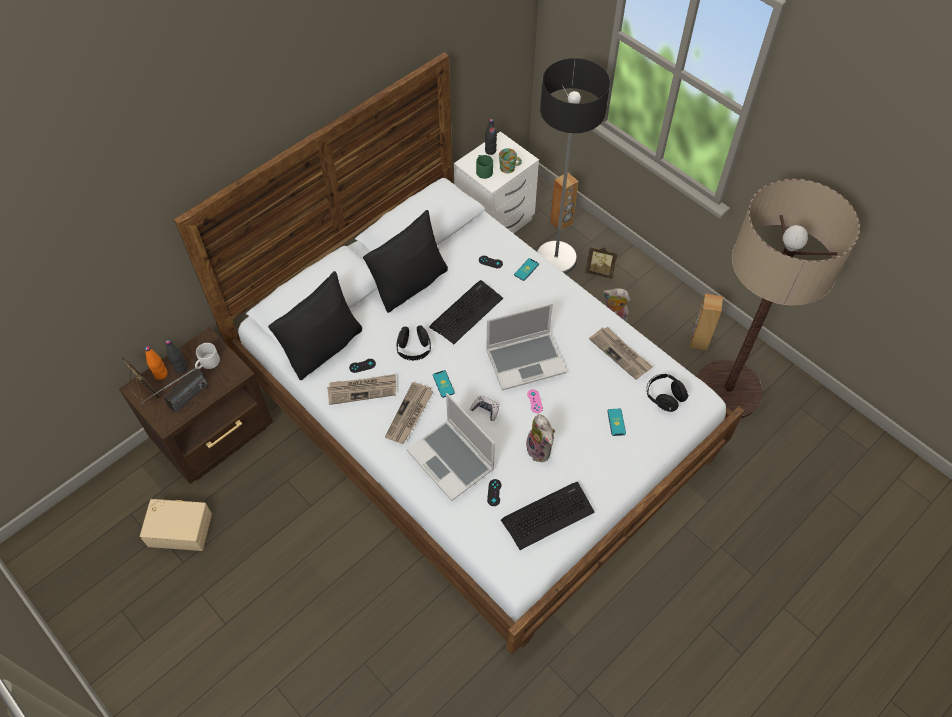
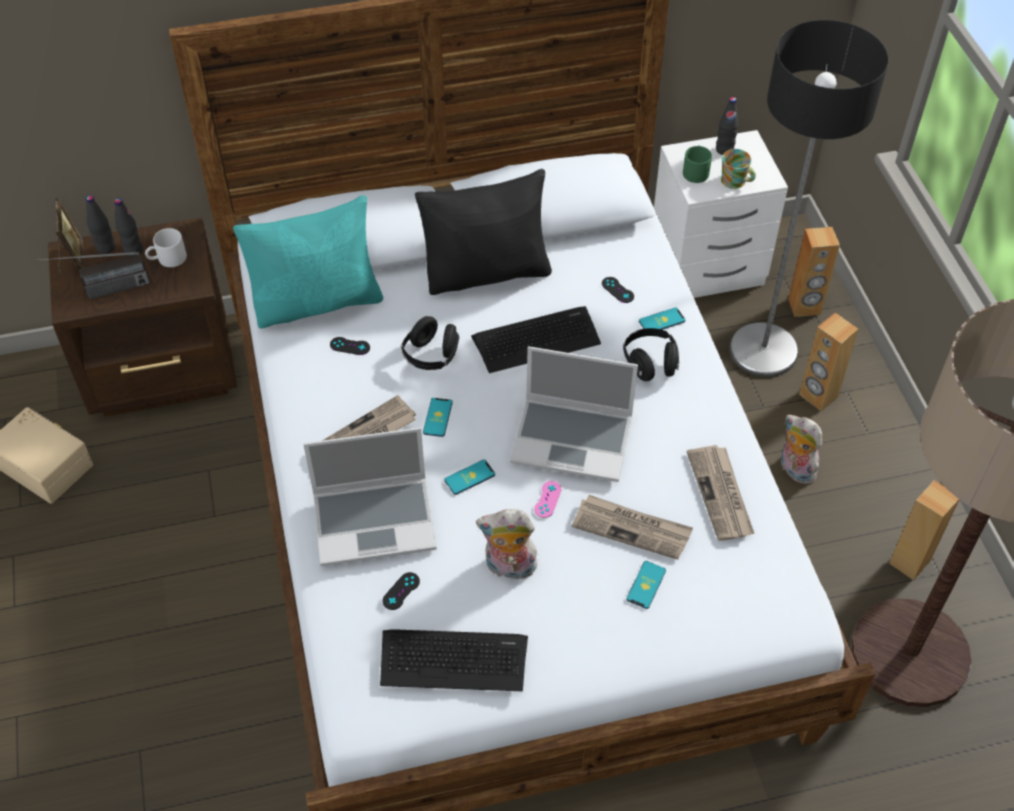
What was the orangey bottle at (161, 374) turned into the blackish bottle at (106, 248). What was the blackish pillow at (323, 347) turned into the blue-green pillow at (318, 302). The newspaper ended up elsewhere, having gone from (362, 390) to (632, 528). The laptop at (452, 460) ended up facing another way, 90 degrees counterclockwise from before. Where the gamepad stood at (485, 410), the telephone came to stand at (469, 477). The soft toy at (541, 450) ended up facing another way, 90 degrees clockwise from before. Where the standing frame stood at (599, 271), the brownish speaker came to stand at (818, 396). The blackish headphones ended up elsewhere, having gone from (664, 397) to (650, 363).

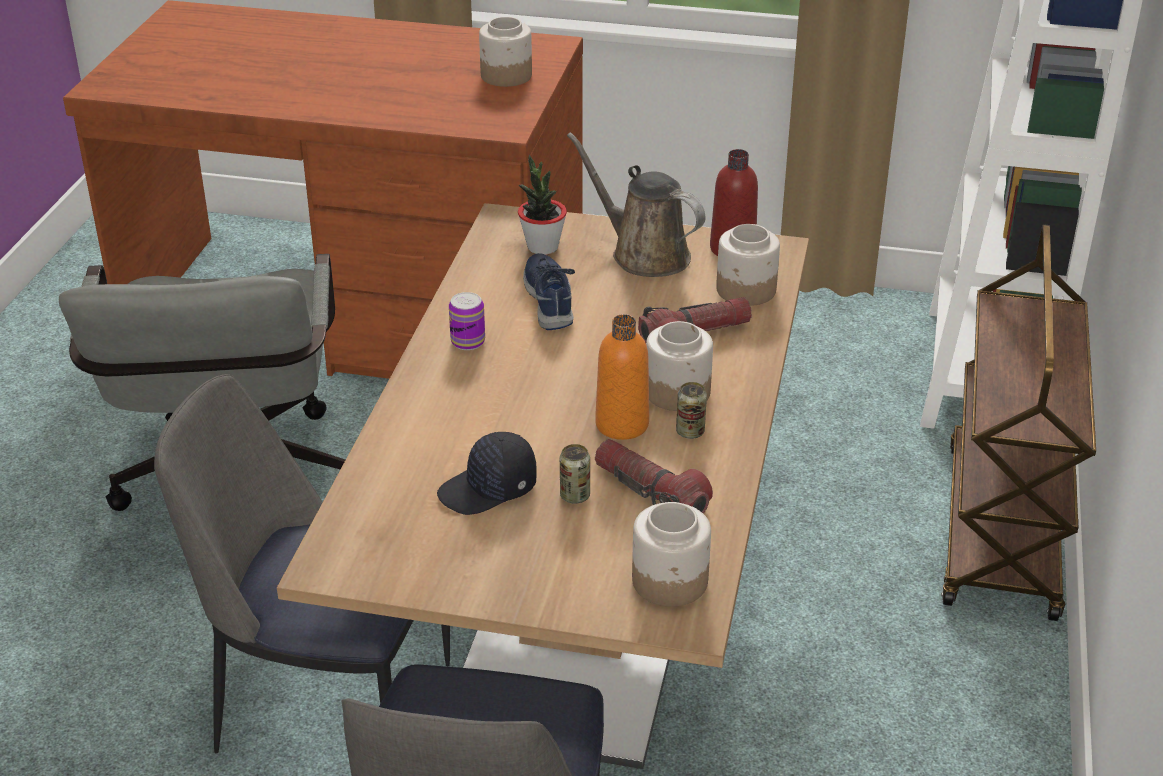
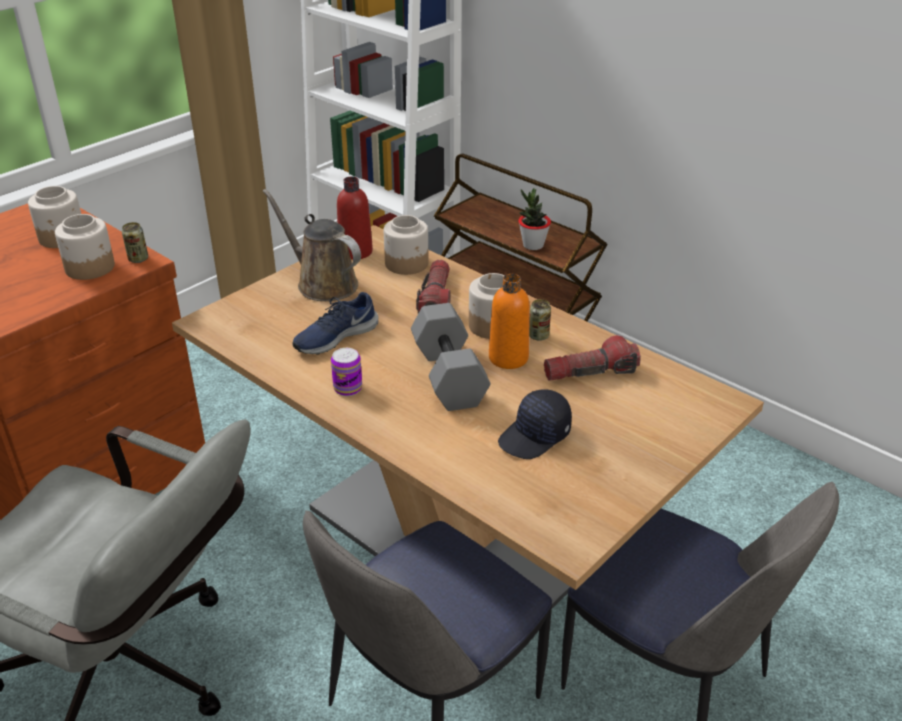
The blackish cap at (489, 489) ended up facing another way, 45 degrees clockwise from before. The houseplant ended up elsewhere, having gone from (542, 247) to (533, 245). The blue-coloured item of footwear at (550, 300) ended up facing another way, 60 degrees counterclockwise from before. The sealed can ended up elsewhere, having gone from (575, 496) to (138, 259). The brownish watering pot at (644, 254) ended up facing another way, 60 degrees clockwise from before. The preserve jar ended up elsewhere, having gone from (670, 581) to (90, 267). The second view gained the greyish dumbbell at (447, 375).

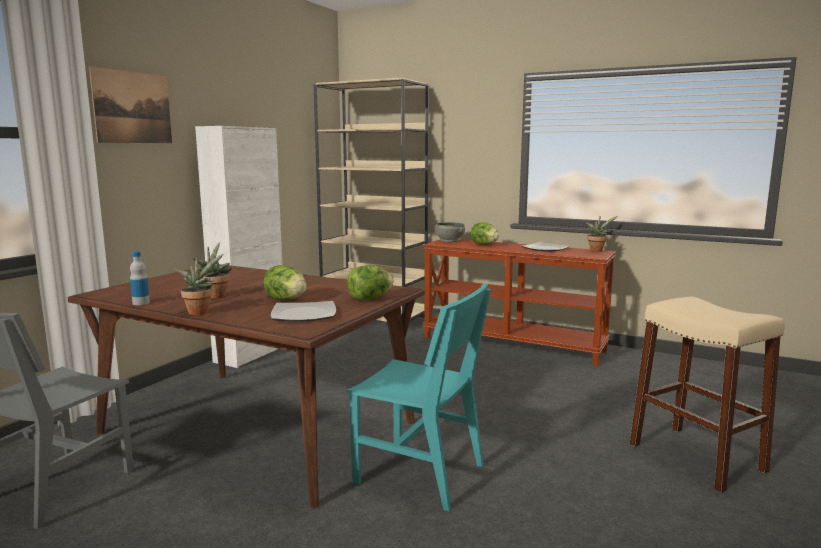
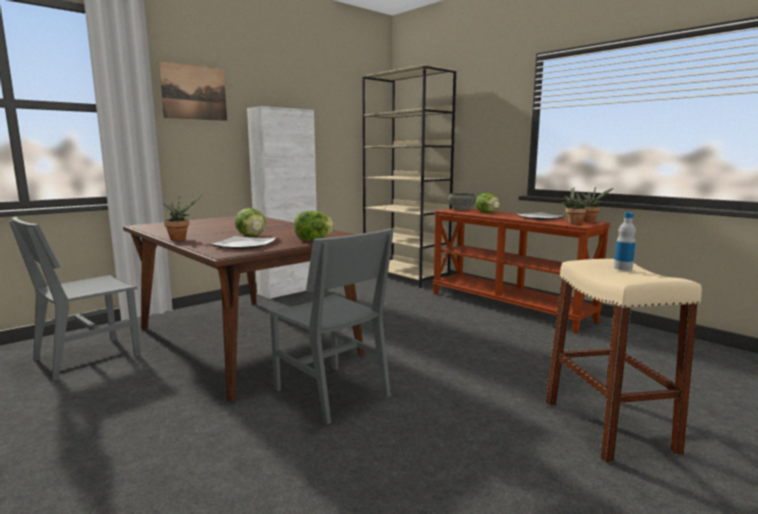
The bottle ended up elsewhere, having gone from (141, 303) to (623, 268). The houseplant ended up elsewhere, having gone from (216, 295) to (573, 223). What was the blue-green plain chair at (419, 473) turned into the greyish plain chair at (331, 392).

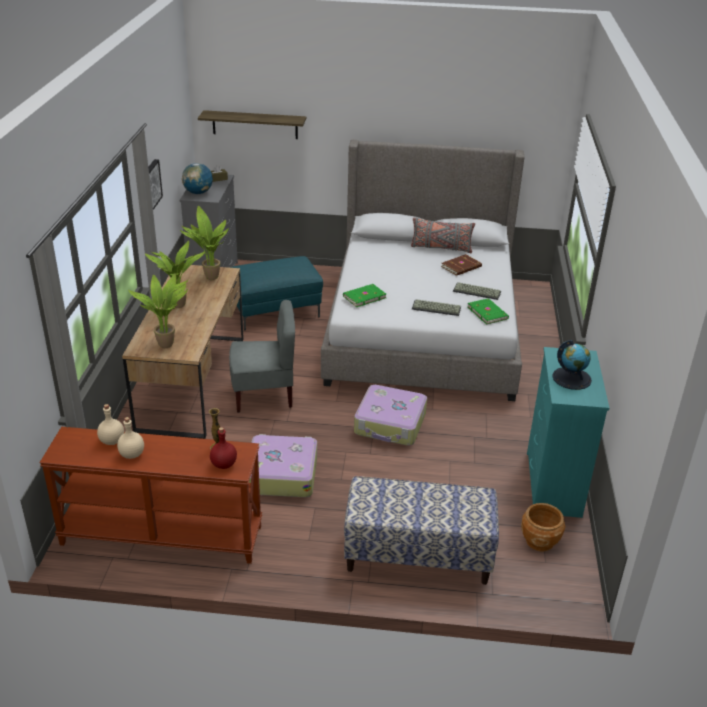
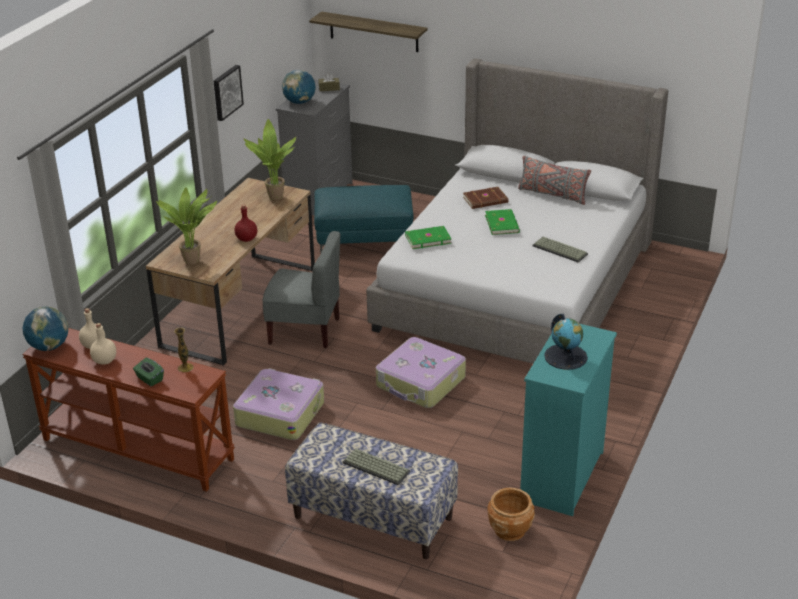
The second view lost the houseplant at (179, 306). The red-coloured bottle ended up elsewhere, having gone from (223, 465) to (246, 239). The PC keyboard ended up elsewhere, having gone from (435, 309) to (374, 467). The brownish book ended up elsewhere, having gone from (462, 267) to (486, 200). The greenish book ended up elsewhere, having gone from (488, 313) to (502, 224). The second view gained the desk globe at (49, 346). The second view gained the greenish tissue holder at (149, 379).

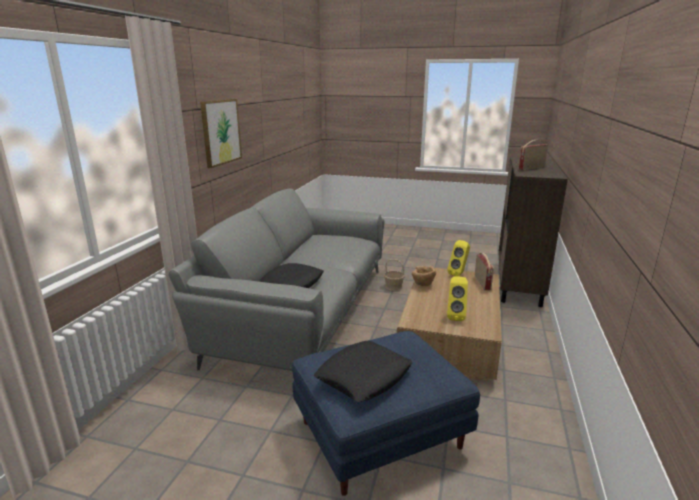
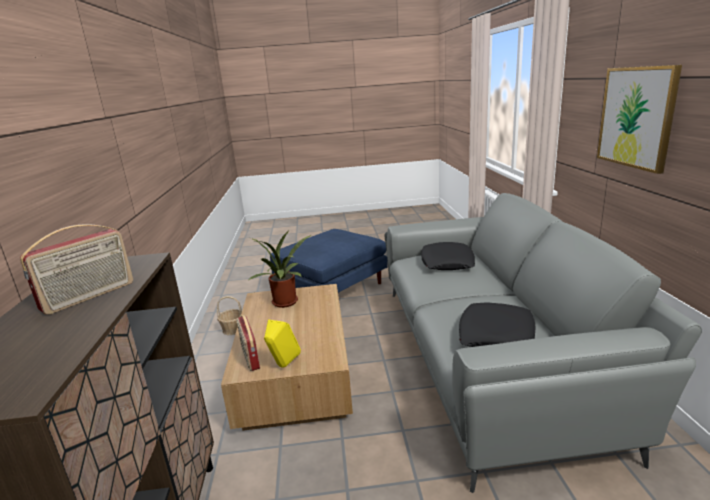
The blackish pillow ended up elsewhere, having gone from (364, 376) to (496, 334). The storage basket ended up elsewhere, having gone from (393, 287) to (232, 329). The second view lost the brownish serving bowl at (423, 285). Where the yellowish speaker stood at (455, 316), the houseplant came to stand at (286, 303).

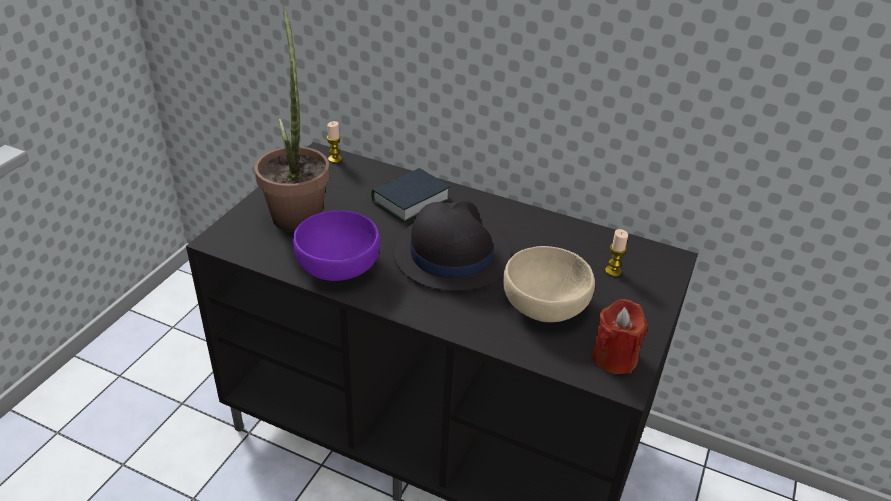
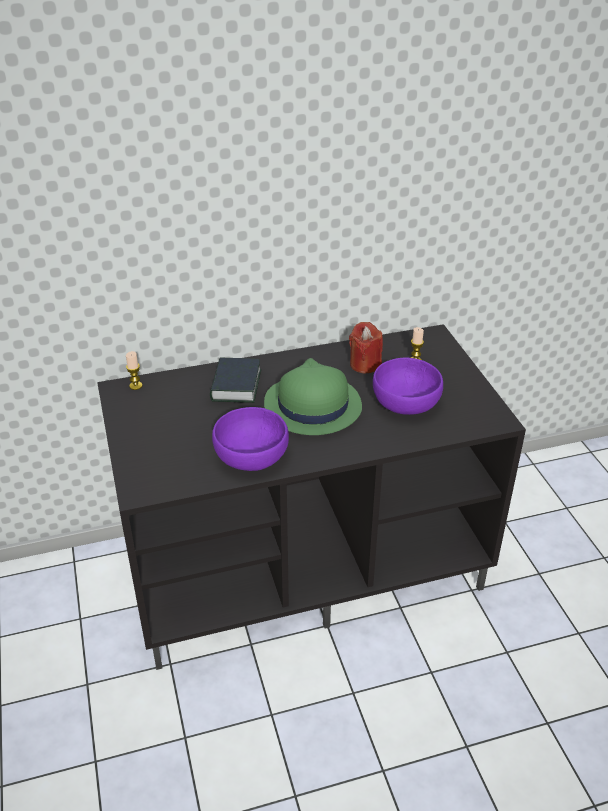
The second view lost the houseplant at (297, 210). What was the blackish hat at (450, 254) turned into the greenish hat at (312, 406). What was the beige-coloured serving bowl at (543, 304) turned into the purple serving bowl at (405, 403). The red-coloured wax candle ended up elsewhere, having gone from (614, 358) to (365, 364).

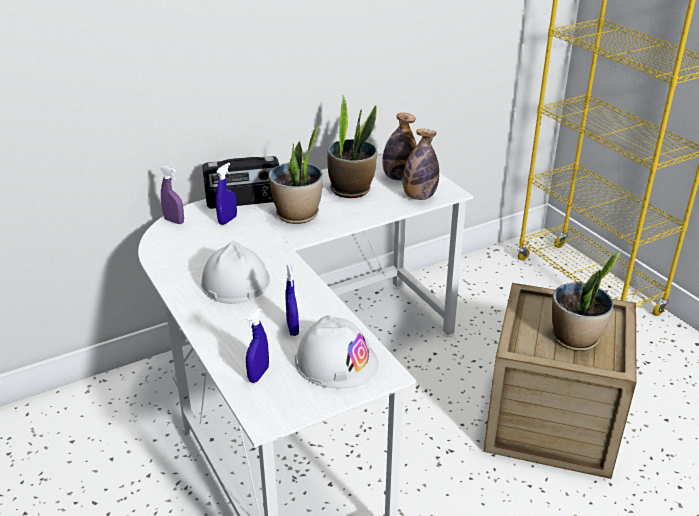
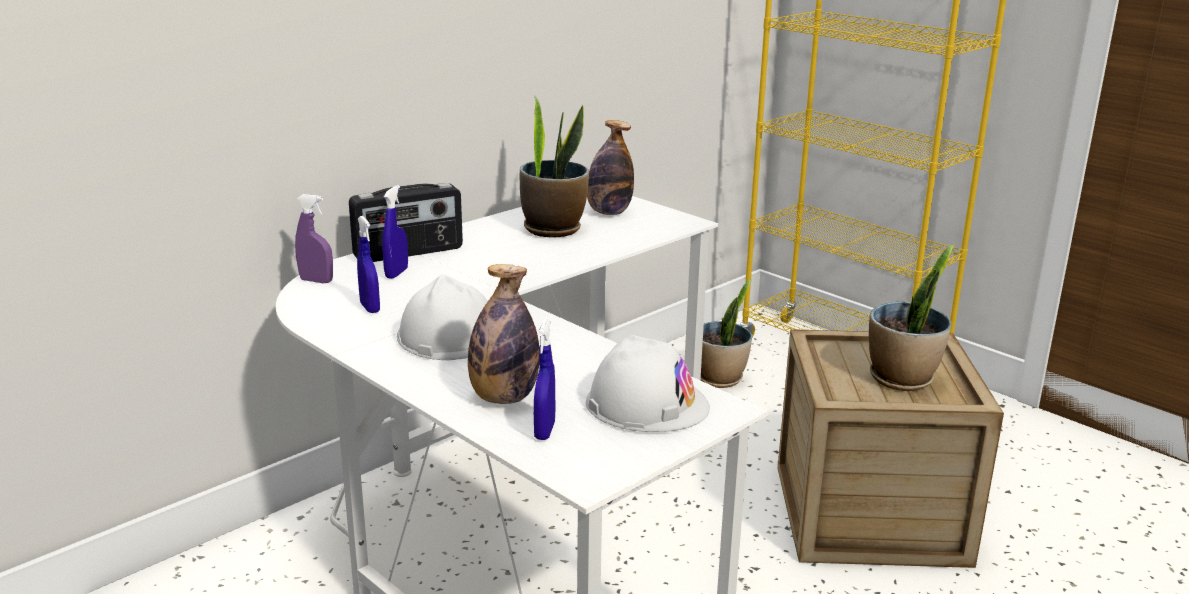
The houseplant ended up elsewhere, having gone from (297, 215) to (720, 379). The blue-coloured sprayer ended up elsewhere, having gone from (292, 328) to (370, 308). The bottle ended up elsewhere, having gone from (419, 196) to (503, 398).

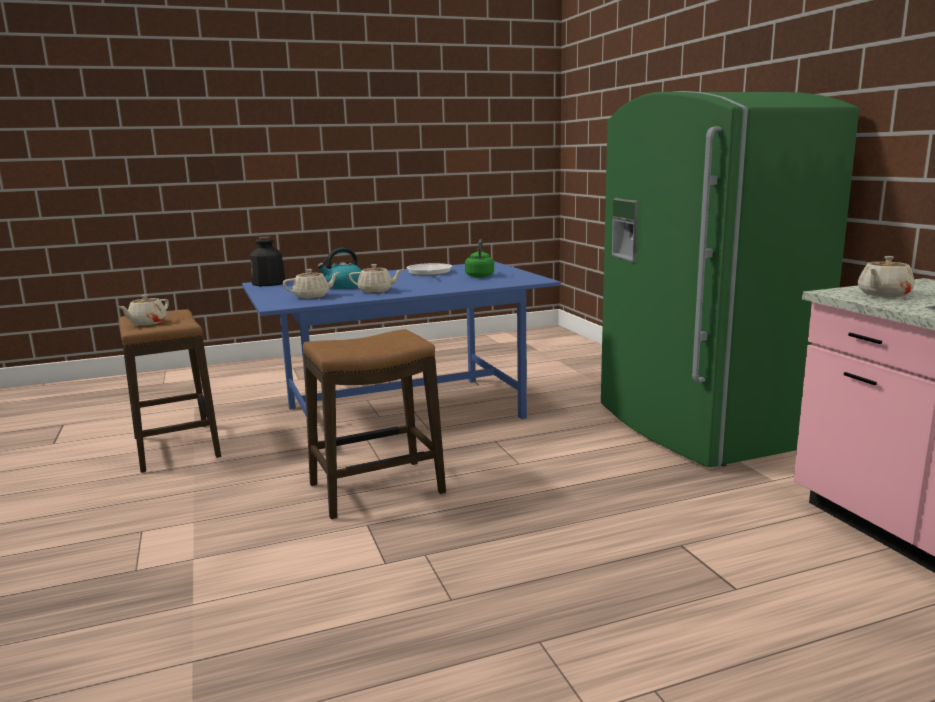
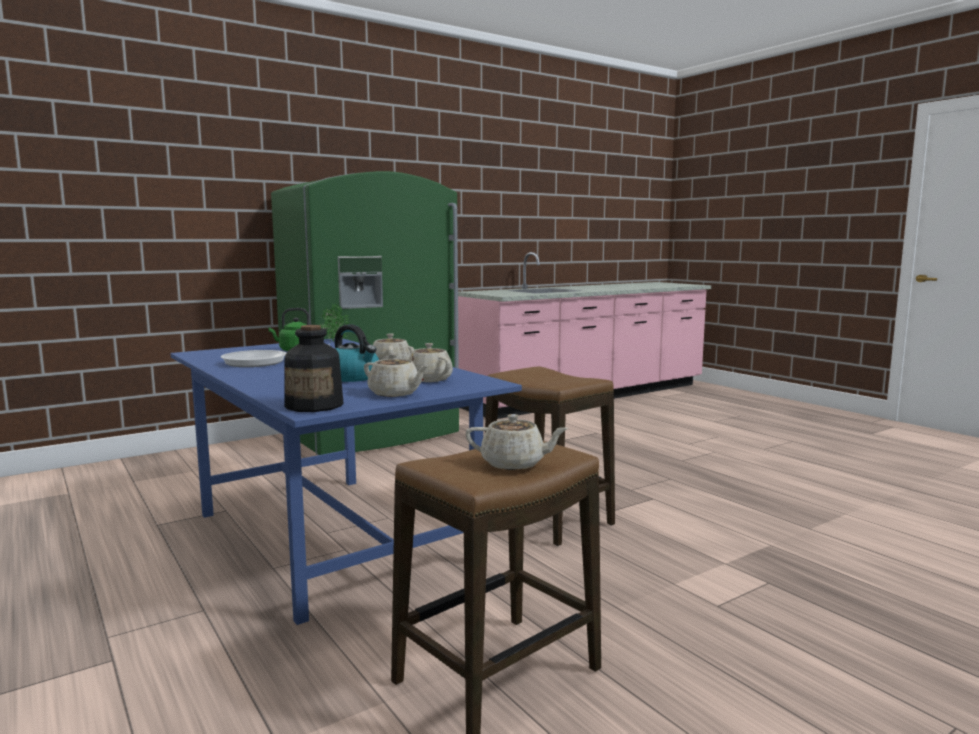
The beige-coloured tea pot ended up elsewhere, having gone from (883, 294) to (395, 393). The second view gained the houseplant at (332, 342).

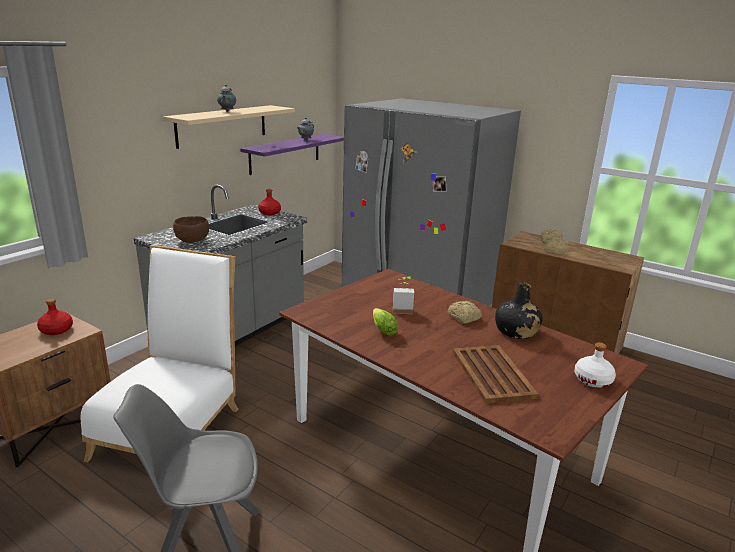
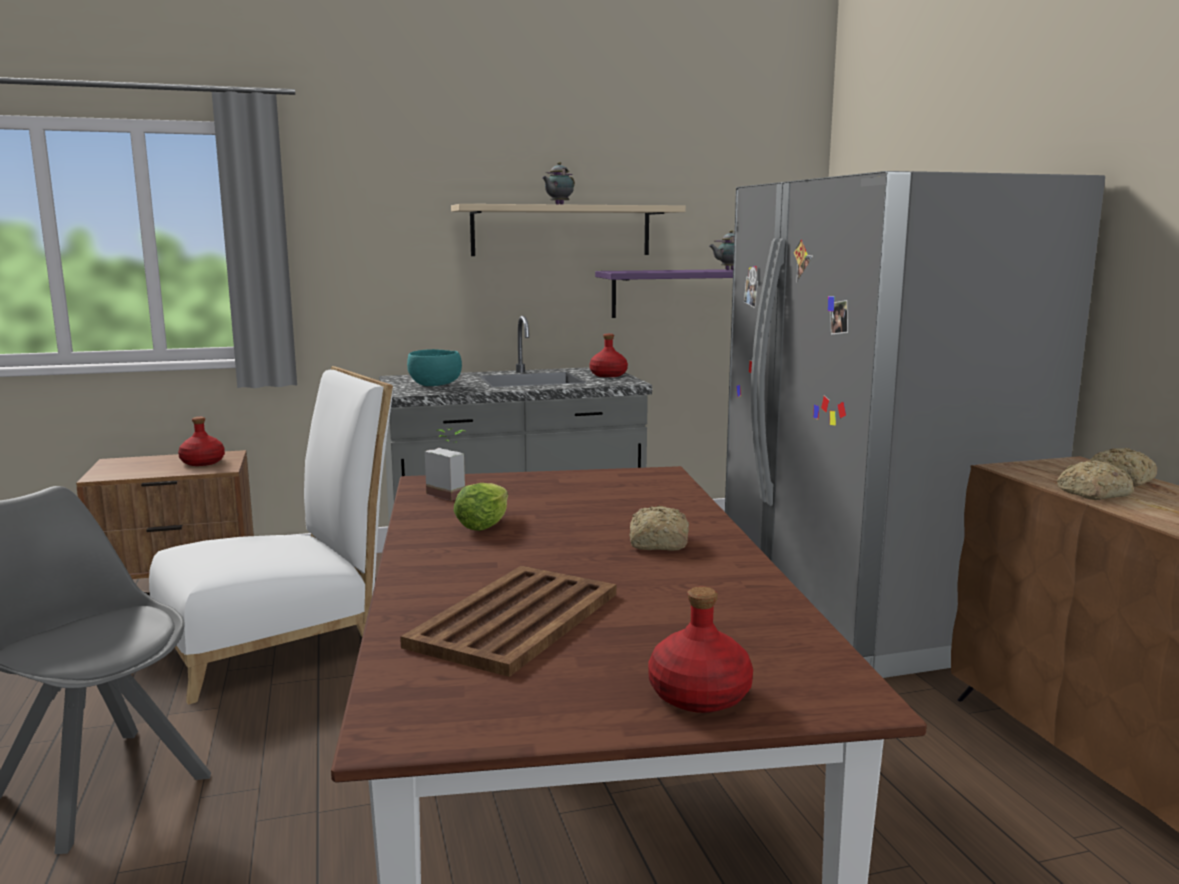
What was the brownish serving bowl at (193, 240) turned into the blue-green serving bowl at (435, 385). The houseplant ended up elsewhere, having gone from (402, 309) to (451, 493). The second view lost the blackish bottle at (516, 332). What was the whitish bottle at (593, 380) turned into the red-coloured bottle at (700, 695).

